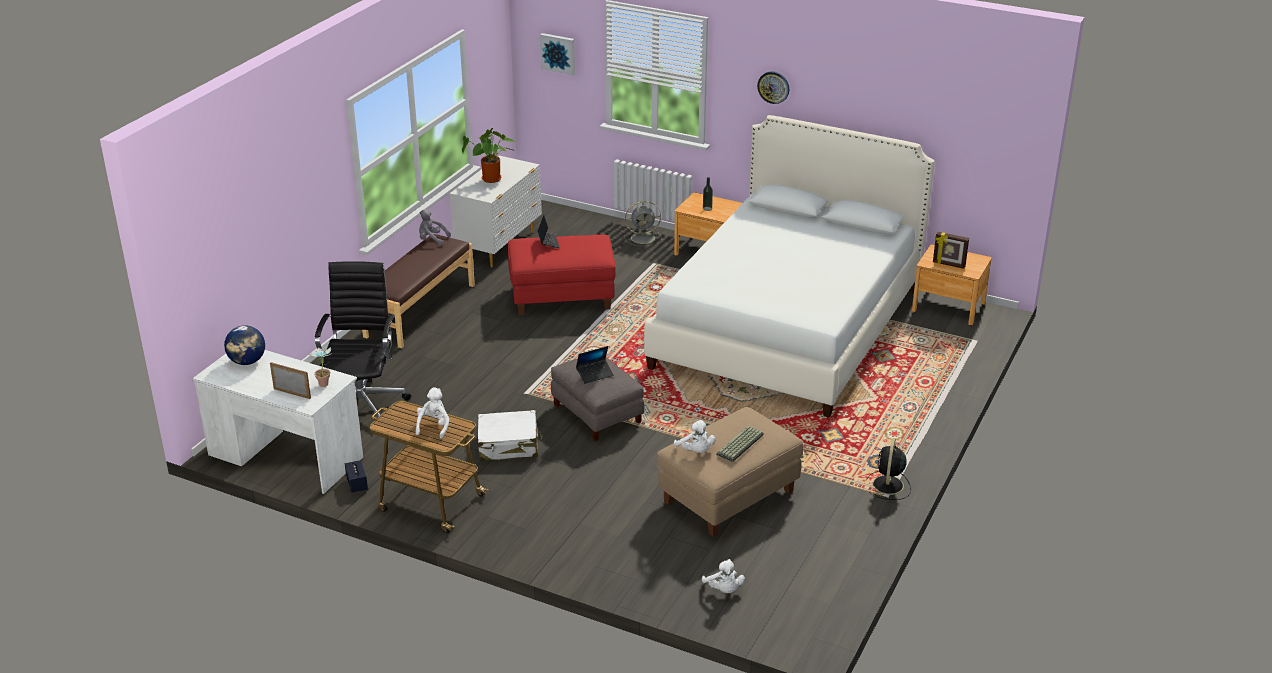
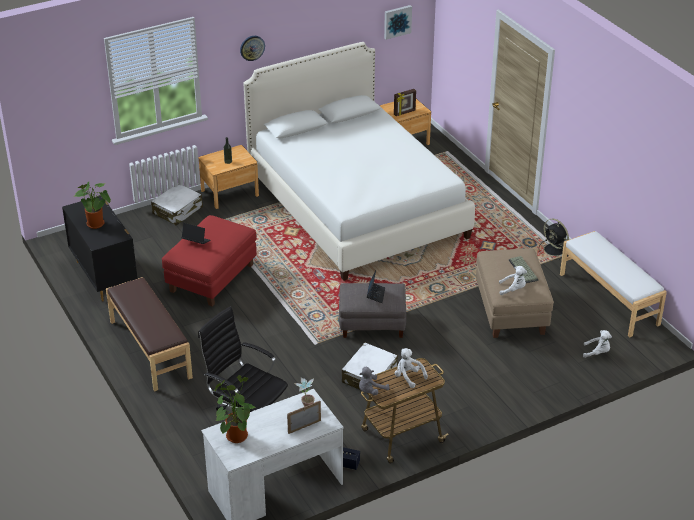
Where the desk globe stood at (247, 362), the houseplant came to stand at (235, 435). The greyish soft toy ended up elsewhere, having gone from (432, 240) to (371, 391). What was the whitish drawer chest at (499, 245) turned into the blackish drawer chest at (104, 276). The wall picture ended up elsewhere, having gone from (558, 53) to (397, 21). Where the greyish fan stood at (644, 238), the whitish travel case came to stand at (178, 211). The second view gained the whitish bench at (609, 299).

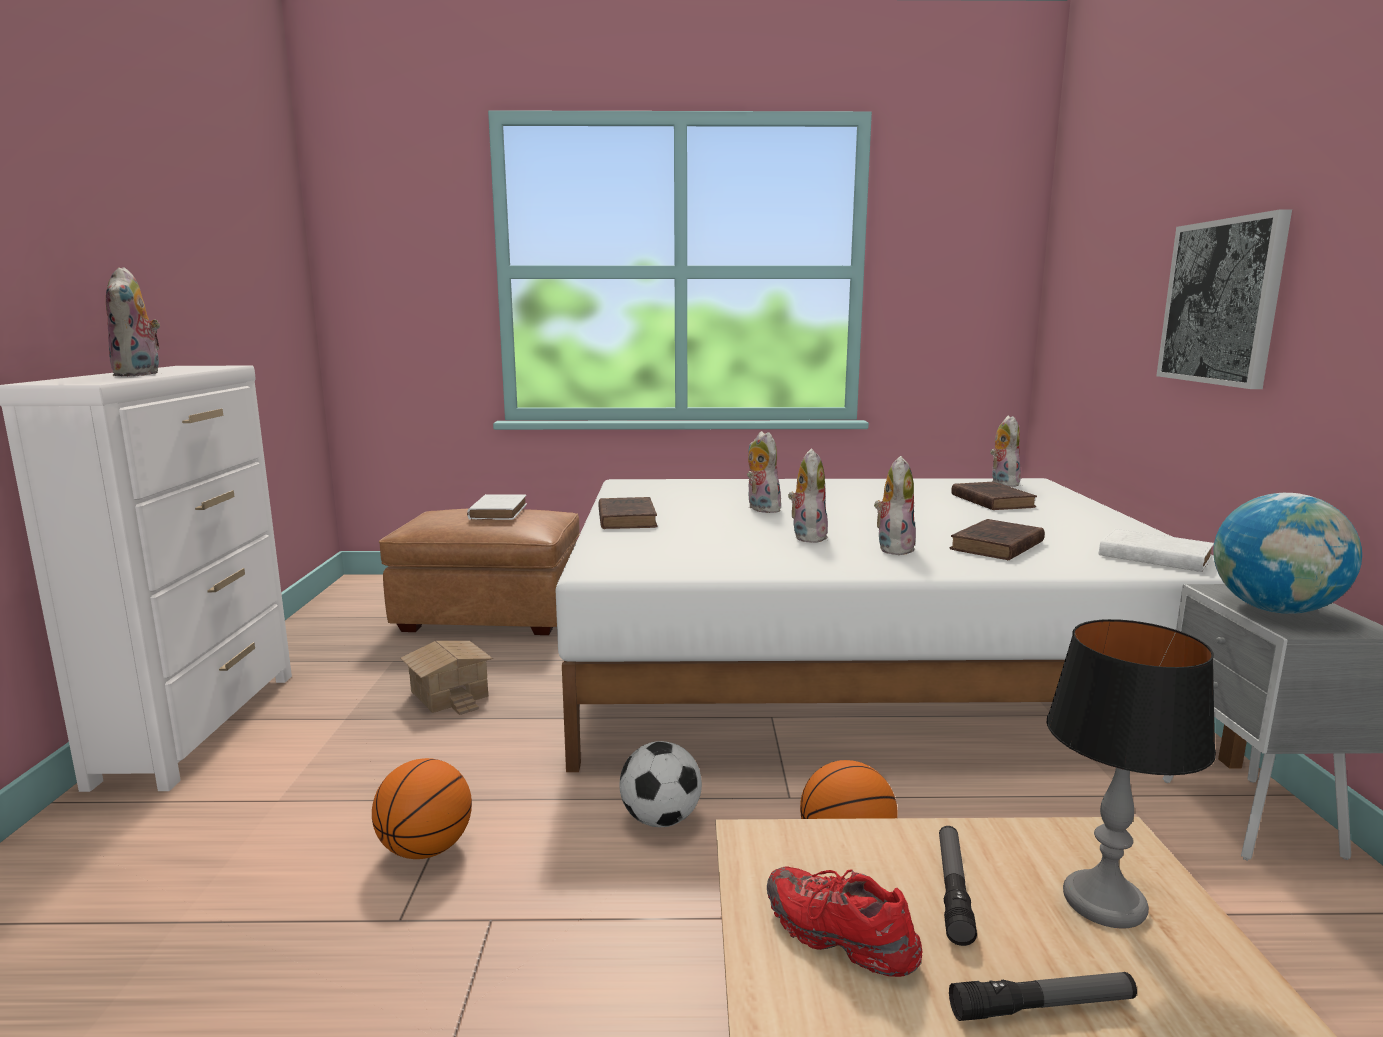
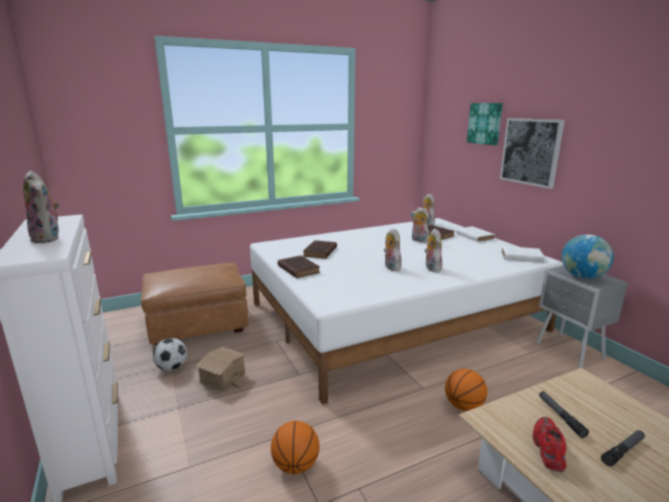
The whitish book ended up elsewhere, having gone from (498, 511) to (474, 236). The football ended up elsewhere, having gone from (661, 819) to (172, 368). The soft toy ended up elsewhere, having gone from (760, 509) to (418, 240). The red-coloured item of footwear at (839, 937) ended up facing another way, 90 degrees clockwise from before. The brownish book ended up elsewhere, having gone from (996, 546) to (320, 252). The second view lost the table lamp at (1104, 901). The second view gained the wall picture at (485, 123).

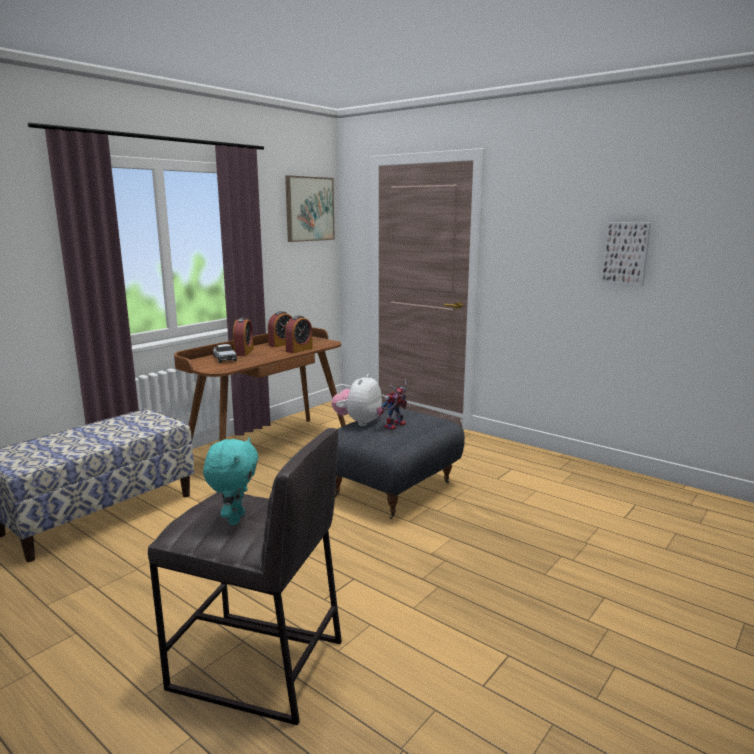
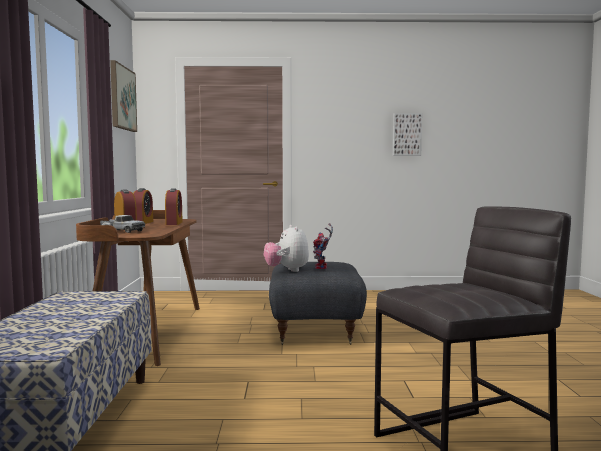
The second view lost the blue-green soft toy at (234, 519).

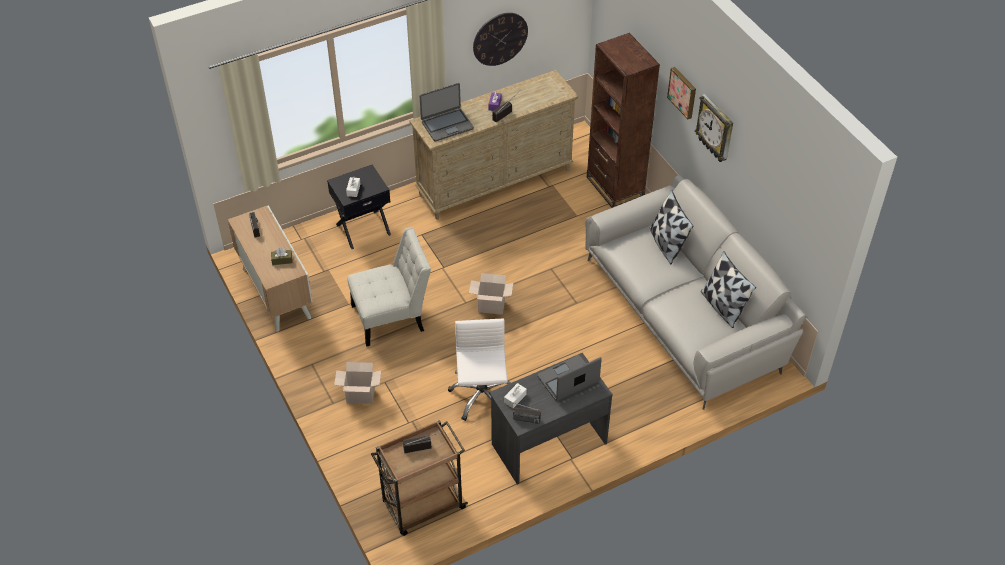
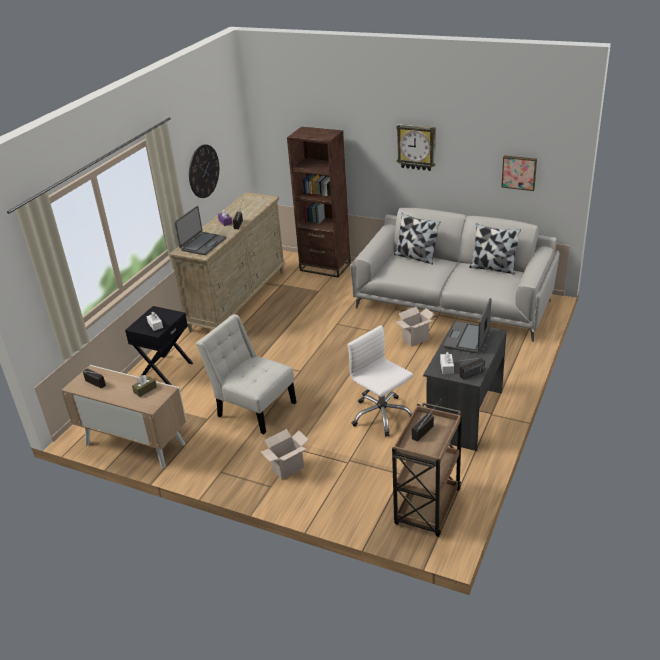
The whitish plain chair at (392, 317) ended up facing another way, 90 degrees counterclockwise from before. The packing box ended up elsewhere, having gone from (490, 307) to (415, 339). The wall picture ended up elsewhere, having gone from (683, 92) to (519, 172).

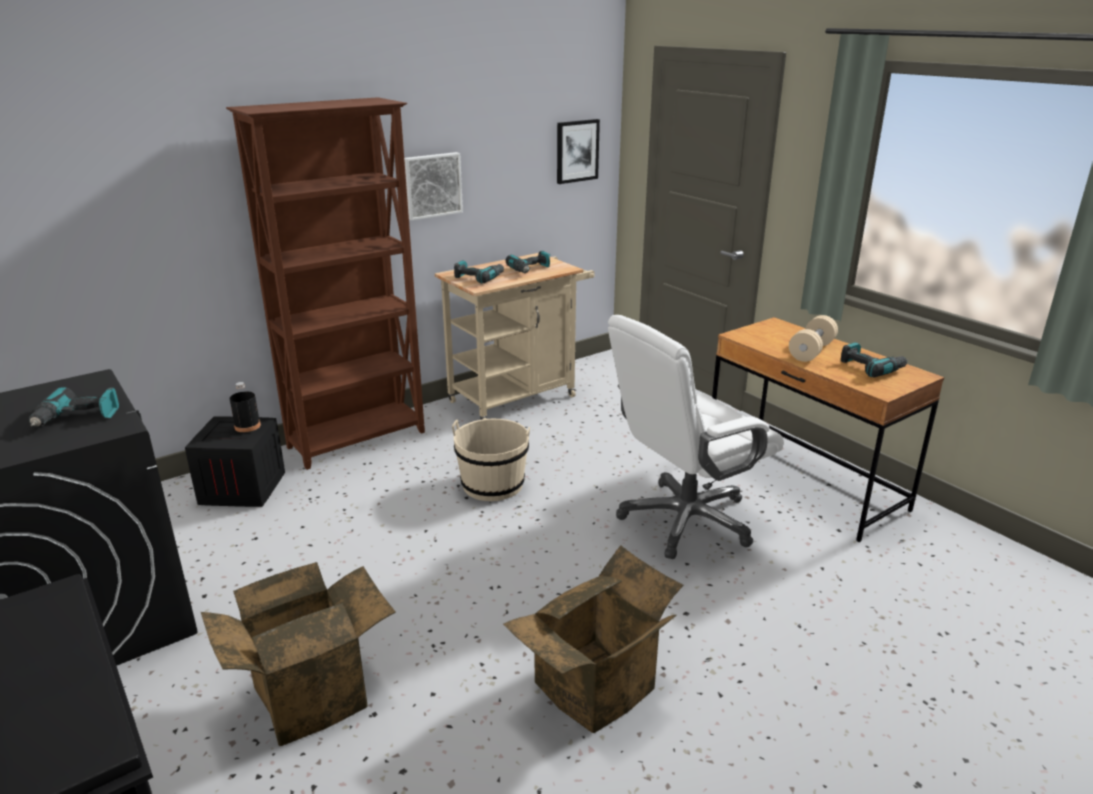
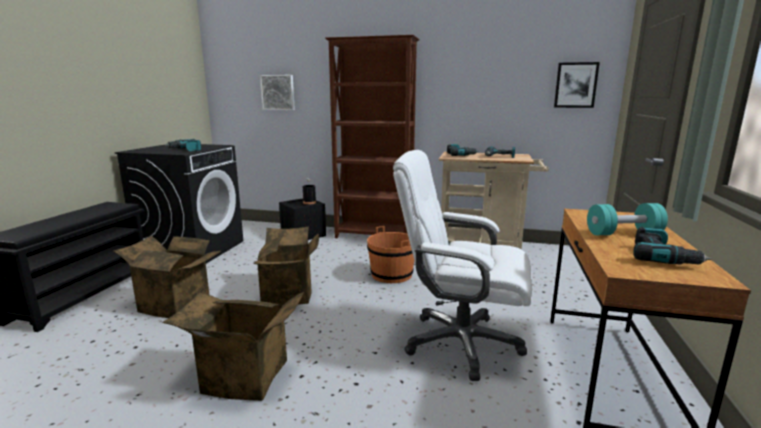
The wall picture ended up elsewhere, having gone from (432, 185) to (278, 92). What was the beige-coloured pail at (493, 484) turned into the orangey pail at (391, 275). What was the beige-coloured dumbbell at (811, 351) turned into the blue-green dumbbell at (623, 233). The second view gained the packing box at (290, 295).

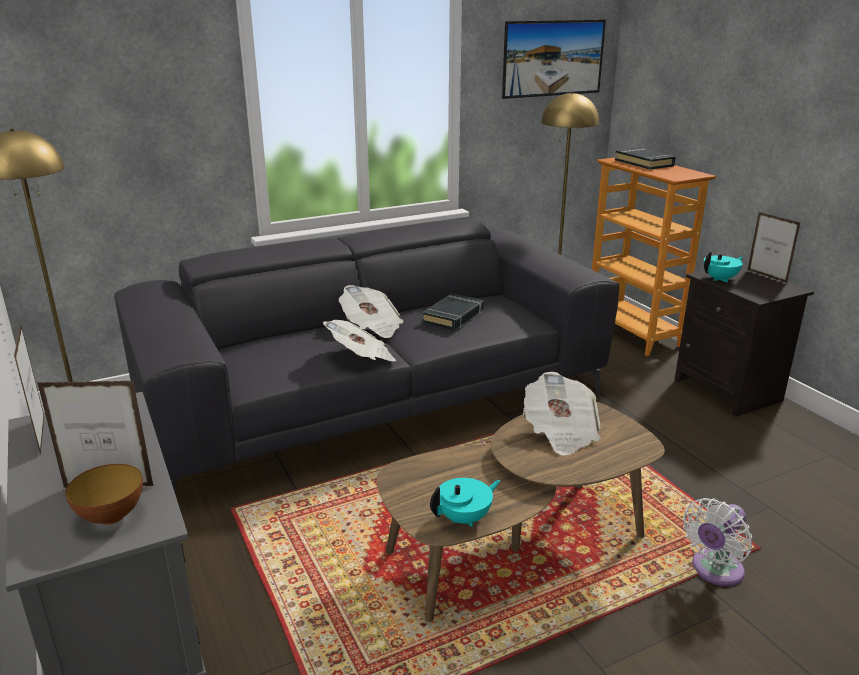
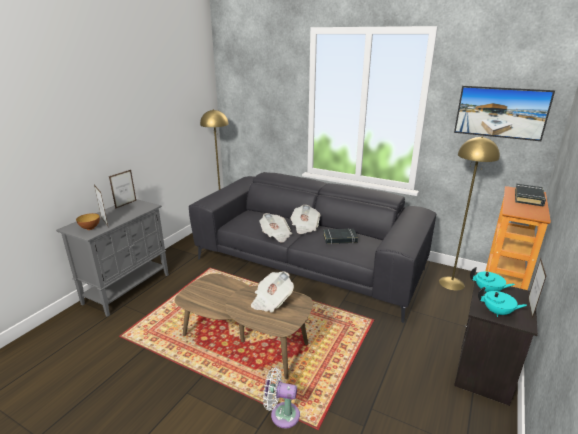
The blue-green tea pot ended up elsewhere, having gone from (465, 518) to (497, 312).

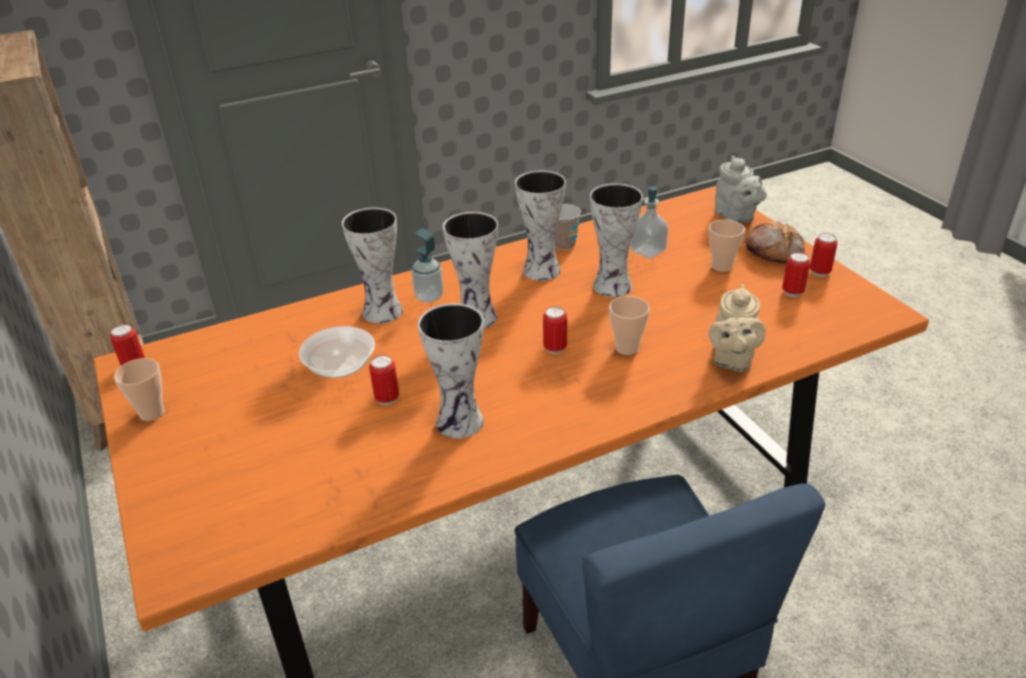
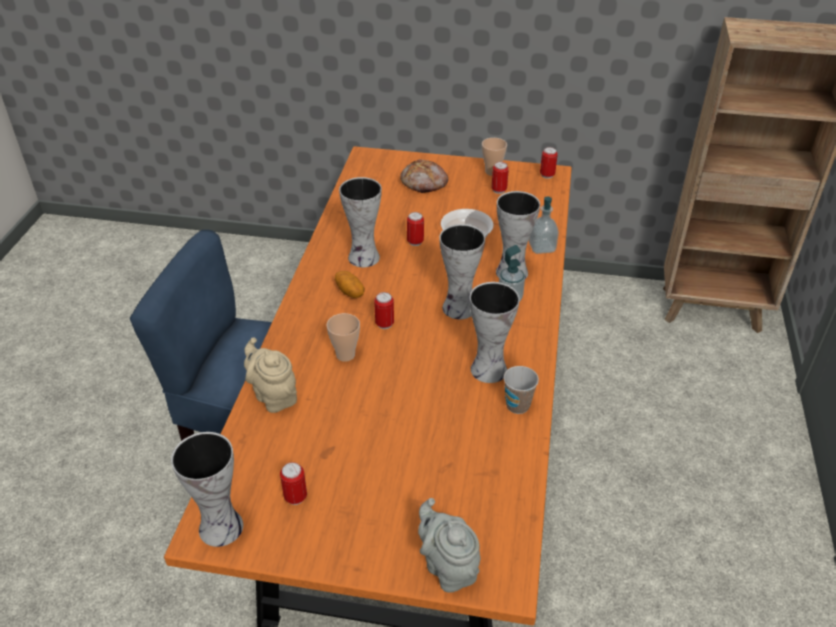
The decorative vase ended up elsewhere, having gone from (611, 287) to (220, 526). The liquid soap bottle ended up elsewhere, having gone from (648, 251) to (542, 247). The second view lost the small cup at (721, 266). The greyish tea pot at (736, 217) ended up facing another way, 45 degrees clockwise from before. The bread ended up elsewhere, having gone from (774, 251) to (424, 183). The sealed can ended up elsewhere, having gone from (819, 272) to (499, 190). The second view gained the potato at (350, 291).

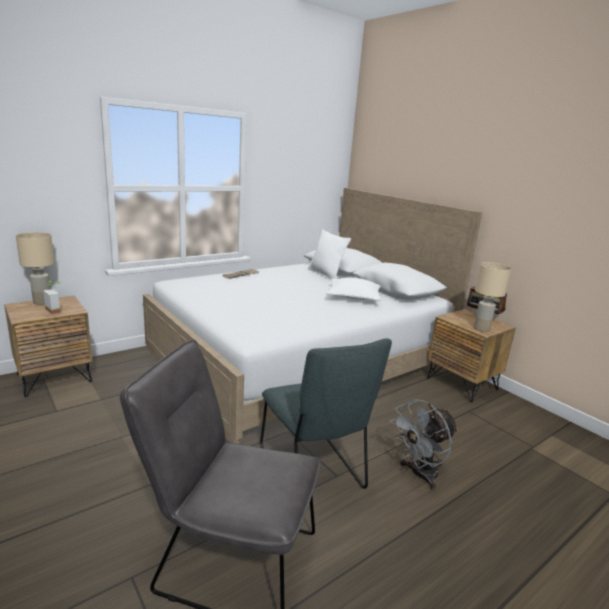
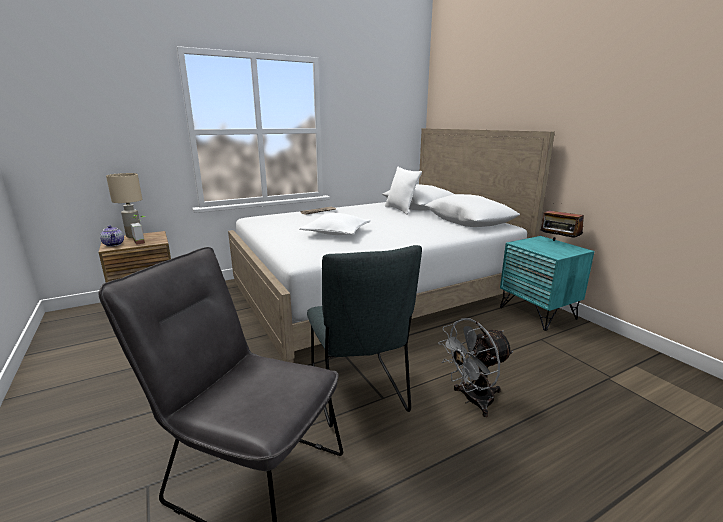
The whitish pillow ended up elsewhere, having gone from (354, 297) to (336, 233). What was the brownish nightstand at (462, 384) turned into the blue-green nightstand at (538, 313). The second view lost the beige-coloured table lamp at (481, 329). The second view gained the tea pot at (114, 244).

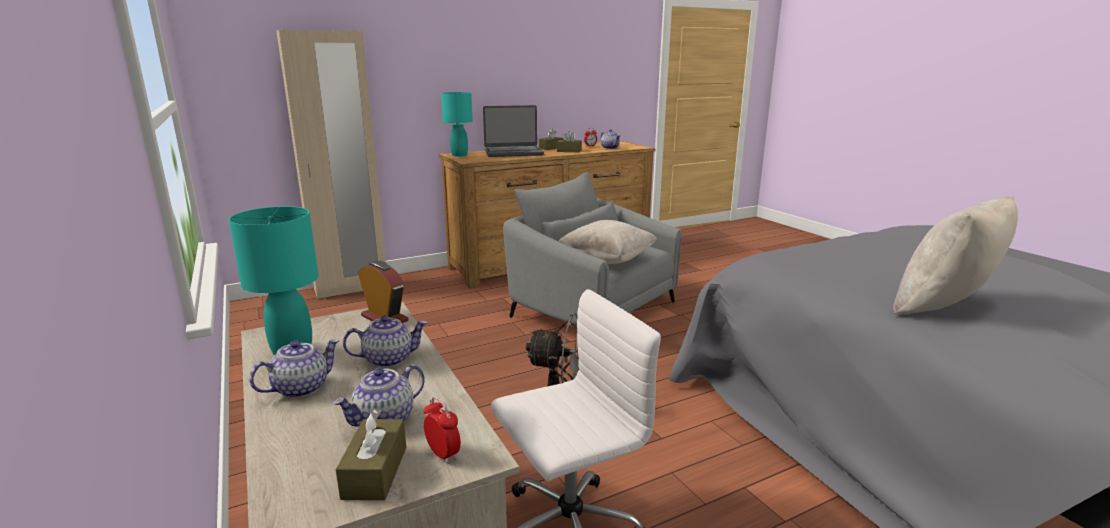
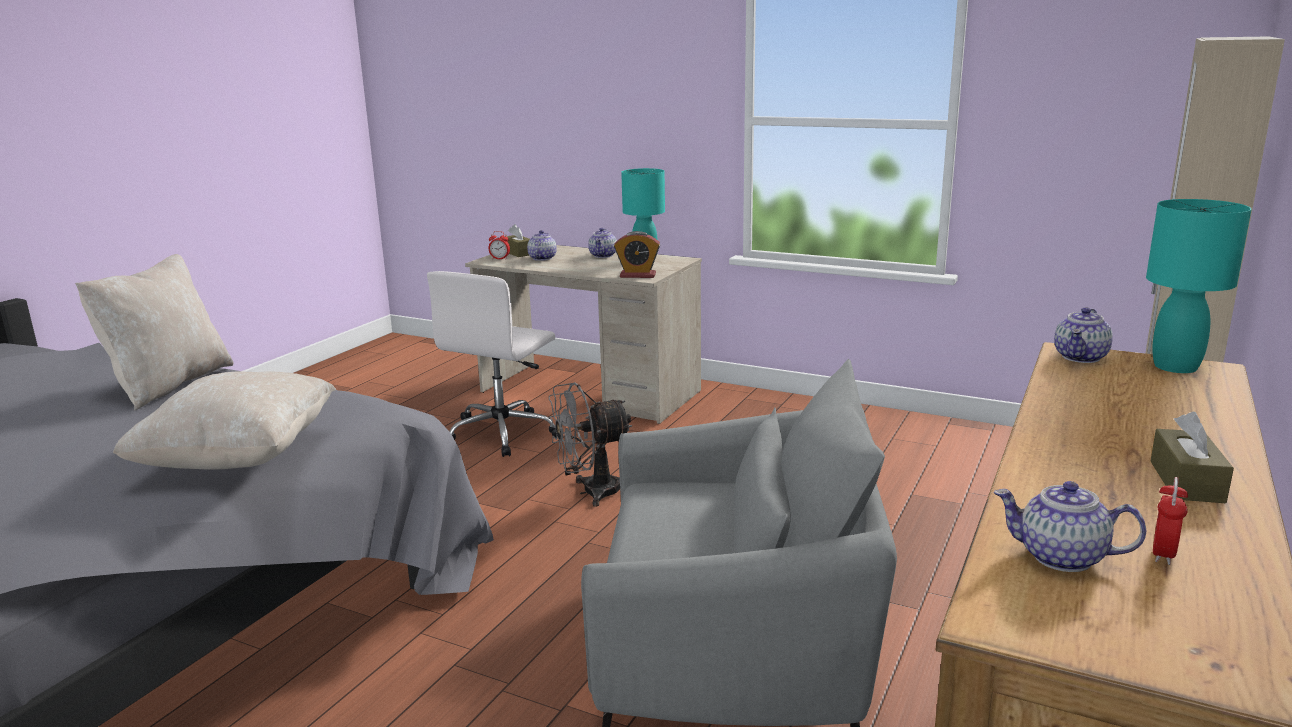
The tea pot ended up elsewhere, having gone from (389, 359) to (1081, 357). The second view lost the laptop at (513, 153). The second view lost the brownish tissue holder at (569, 151). The beige-coloured pillow ended up elsewhere, having gone from (607, 260) to (239, 458).

